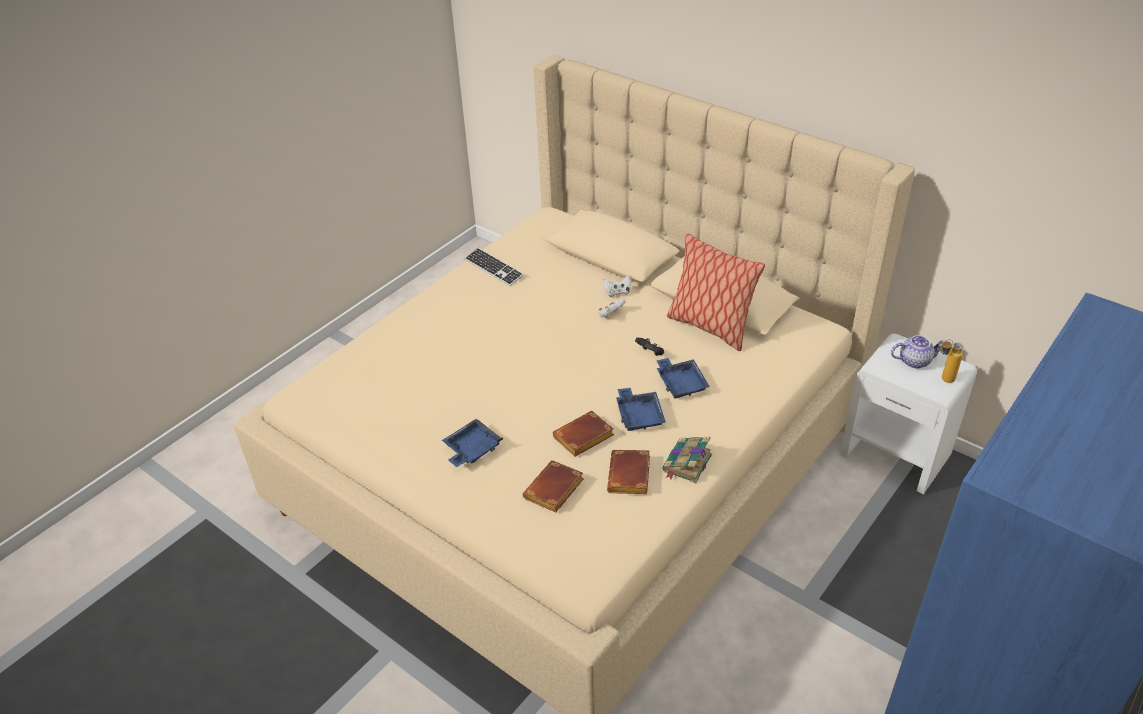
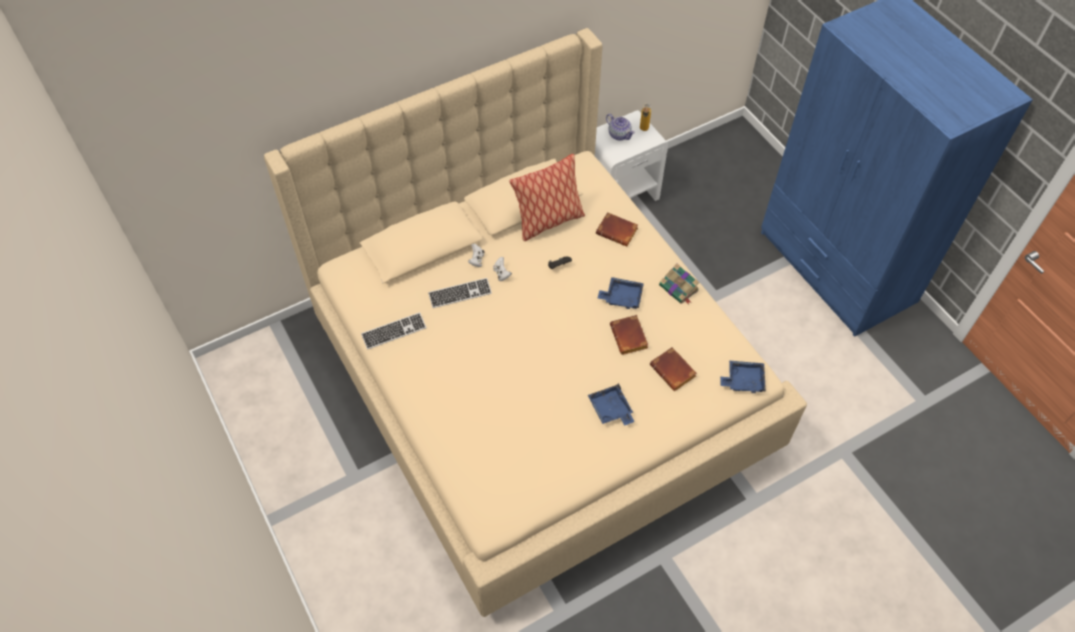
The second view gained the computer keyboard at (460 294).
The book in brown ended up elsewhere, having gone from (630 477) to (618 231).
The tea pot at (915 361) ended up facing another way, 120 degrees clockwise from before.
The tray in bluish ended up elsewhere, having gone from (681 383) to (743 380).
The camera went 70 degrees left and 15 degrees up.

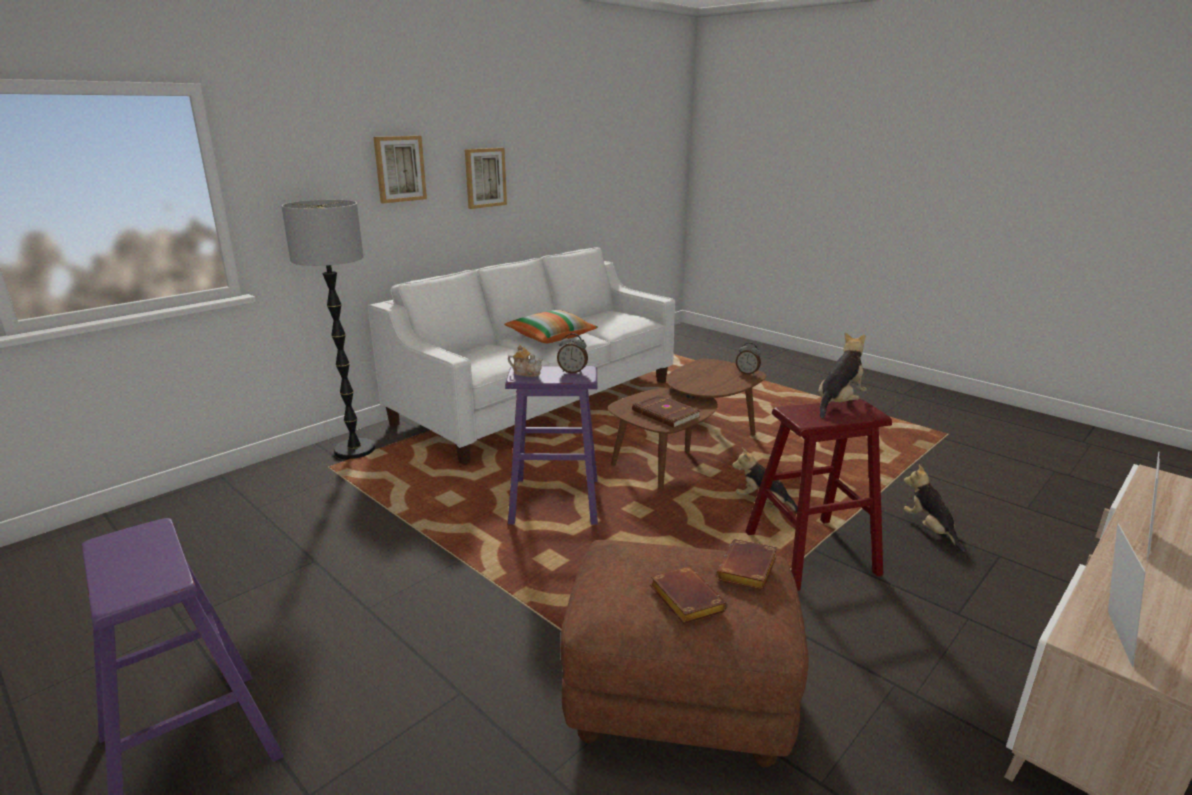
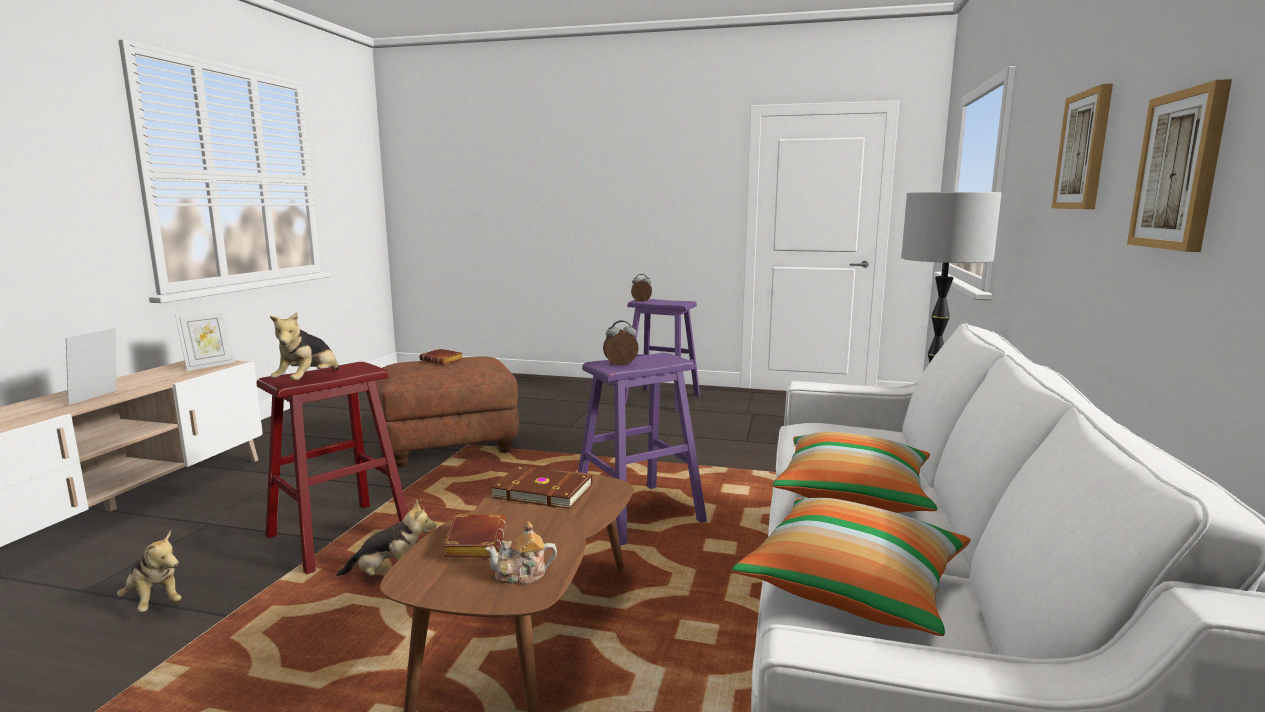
The standing frame at (1109 635) ended up facing another way, 135 degrees counterclockwise from before.
The book in brown ended up elsewhere, having gone from (748 571) to (473 541).
The tea pot ended up elsewhere, having gone from (526 373) to (522 575).
The alarm clock ended up elsewhere, having gone from (747 373) to (641 301).
The second view gained the cushion at (853 586).
The camera went 150 degrees right and 10 degrees down.

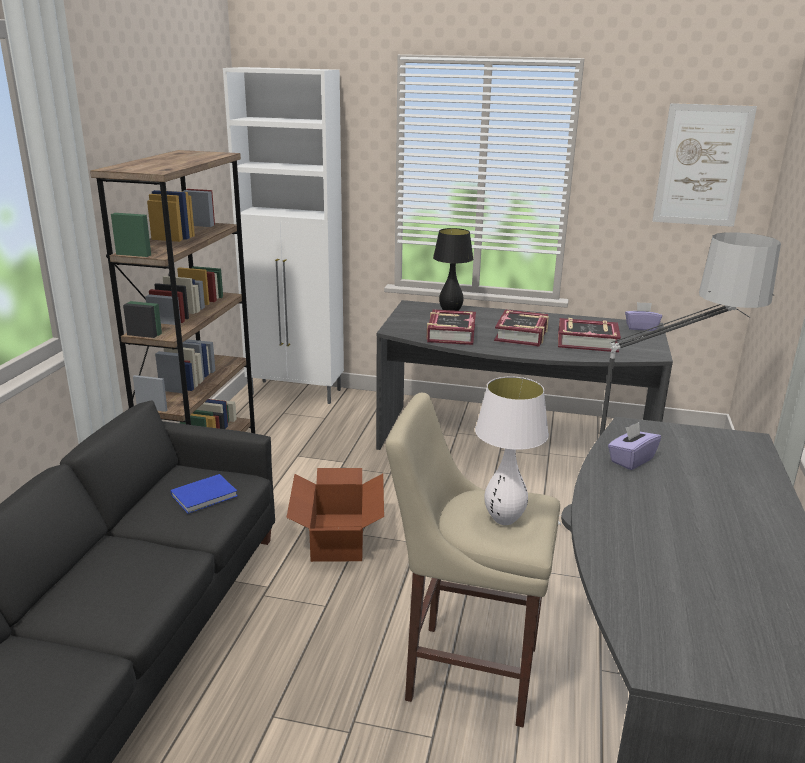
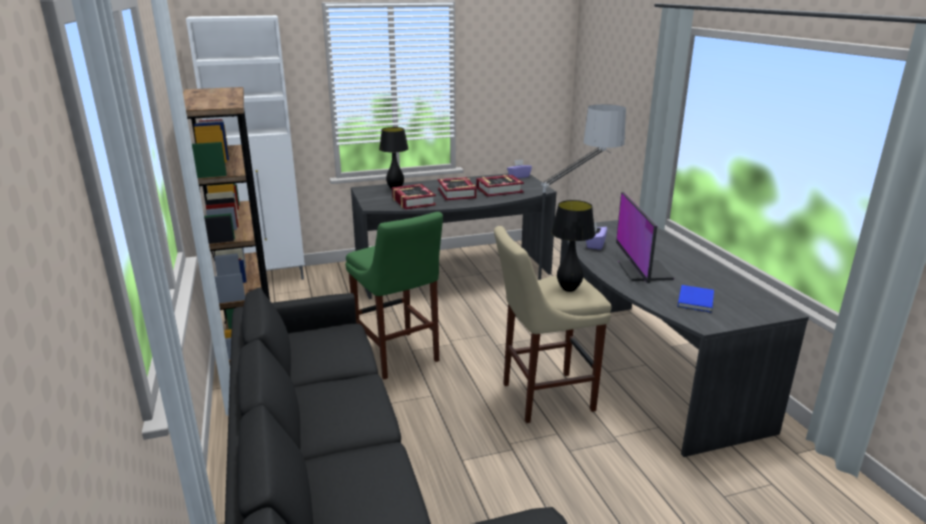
Where the cardboard box stood at (337 537), the sitting stool in green came to stand at (398 357).
What was the tabletop lamp in white at (503 520) turned into the tabletop lamp in black-coloured at (568 289).
The second view gained the monitor at (643 271).
The book in bluish ended up elsewhere, having gone from (206 496) to (696 300).
The second view lost the picture at (702 166).
The camera went 30 degrees left and 0 degrees up.

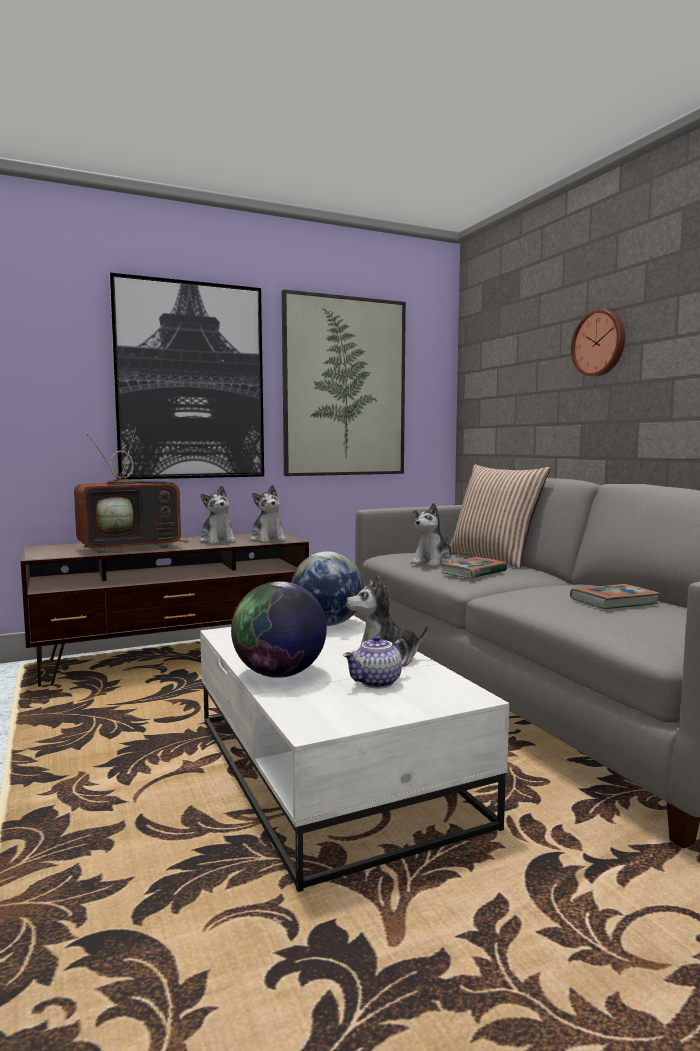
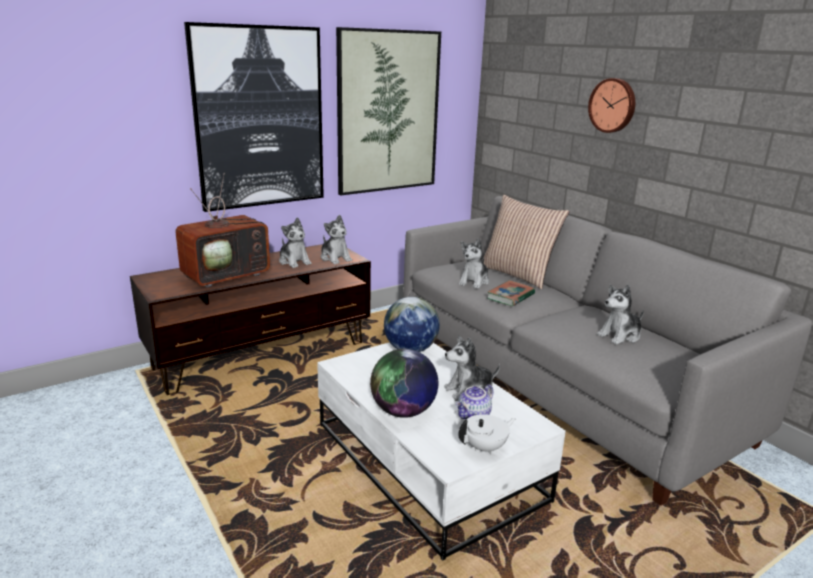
The second view gained the tea pot in white at (485 447).
Where the book stood at (614 602), the plush toy came to stand at (620 335).
The camera went 10 degrees left and 15 degrees up.

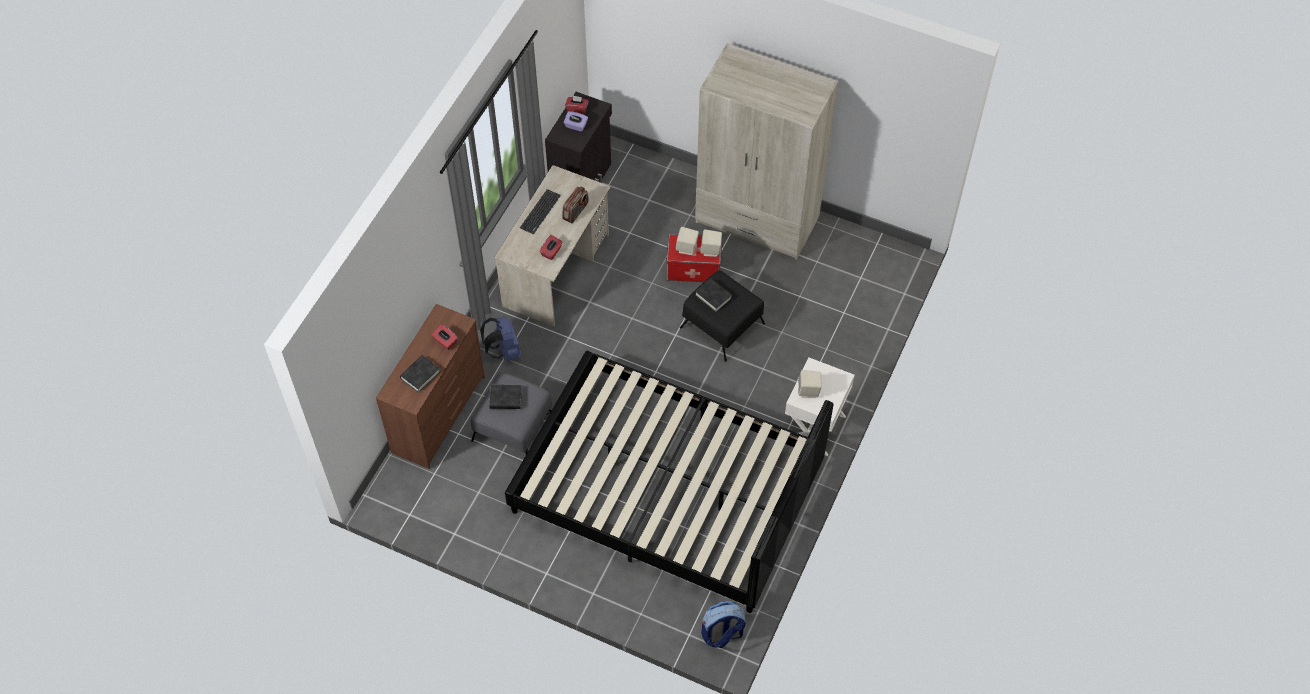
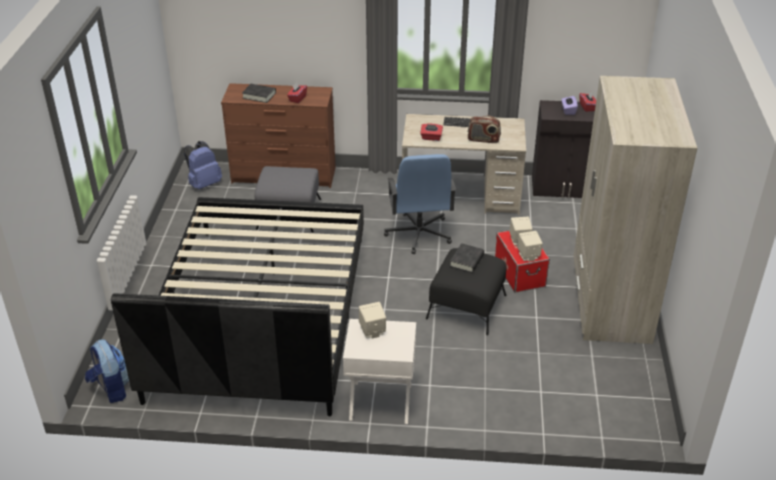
The backpack in bluish ended up elsewhere, having gone from (504 351) to (204 184).
The second view gained the computer chair in bluish at (418 234).
The second view lost the book in black-coloured at (505 399).
The camera went 70 degrees right and 20 degrees down.

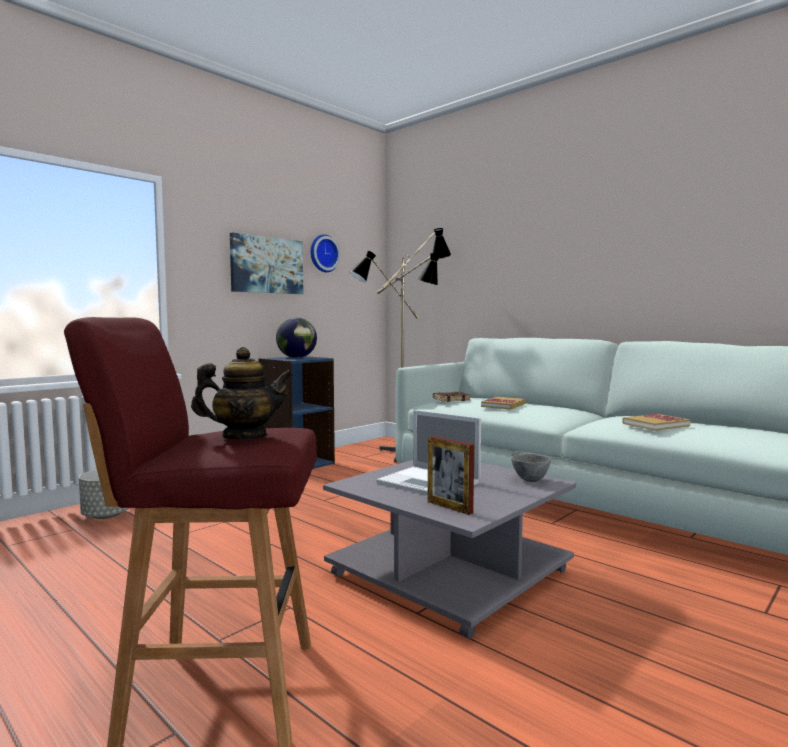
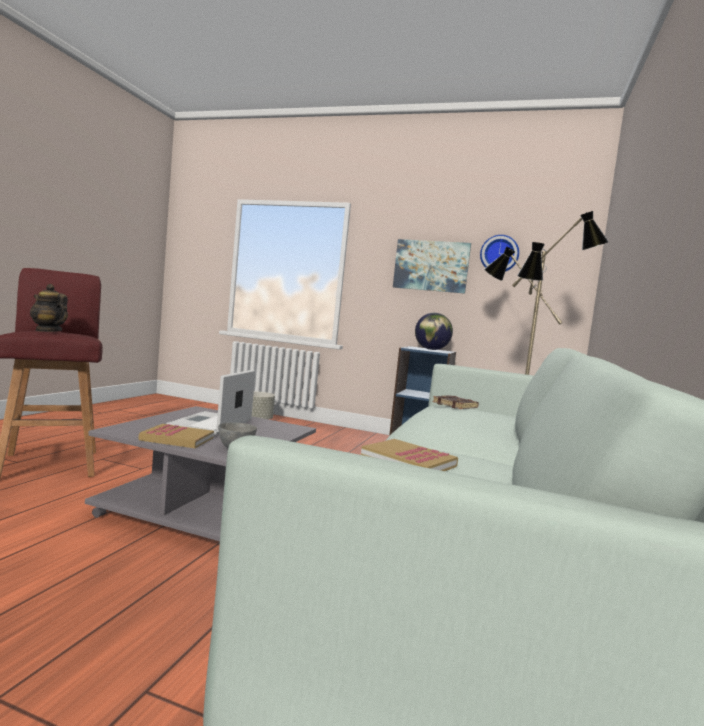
The tea pot at (244 437) ended up facing another way, 150 degrees clockwise from before.
The book ended up elsewhere, having gone from (503 405) to (177 439).
The second view lost the standing frame at (449 507).
The camera went 65 degrees right and 0 degrees up.

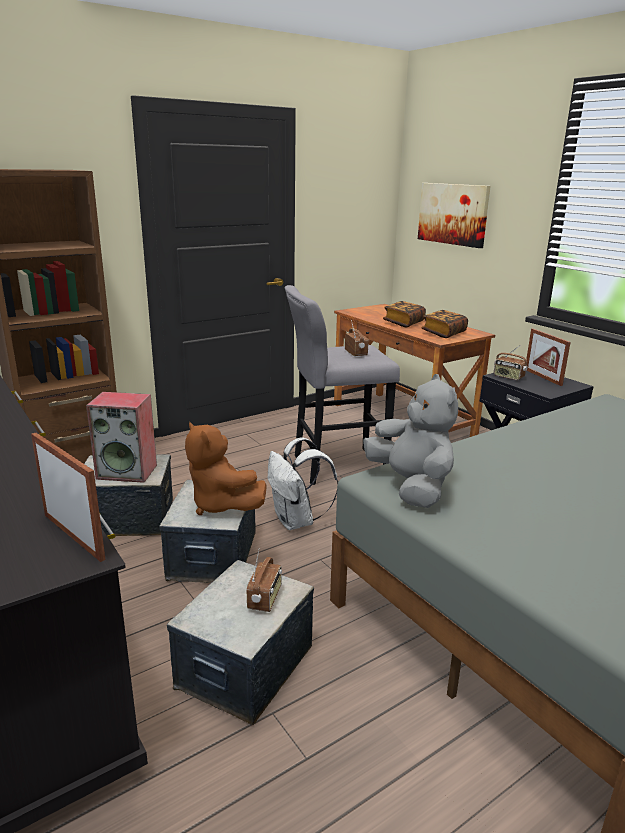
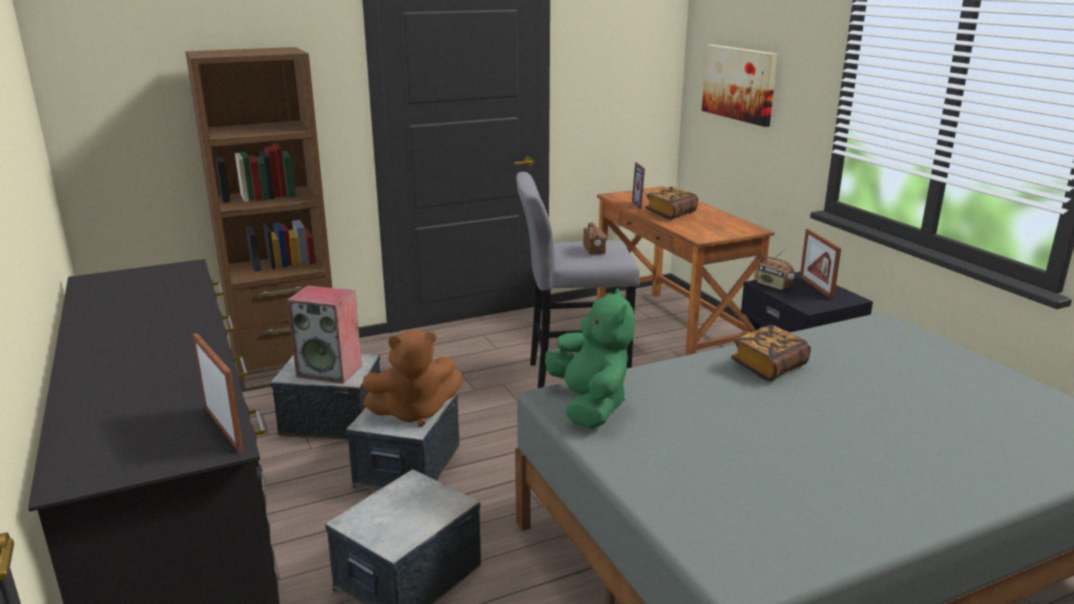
The plush toy in brown at (221 505) ended up facing another way, 75 degrees counterclockwise from before.
What was the plush toy in grey at (411 486) turned into the plush toy in green at (589 405).
The second view gained the standing frame at (643 205).
The book ended up elsewhere, having gone from (443 333) to (769 366).
The second view lost the radio receiver at (265 599).
The second view lost the backpack in white at (297 521).
The camera went 10 degrees right and 0 degrees up.

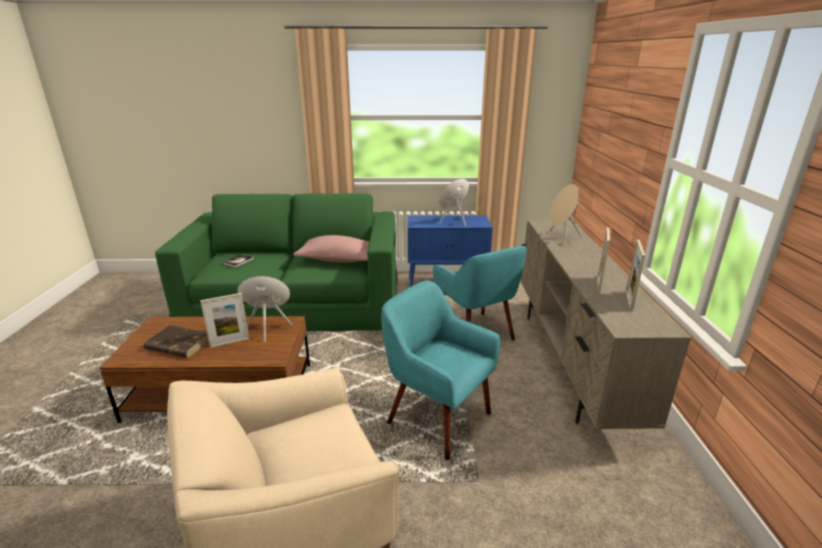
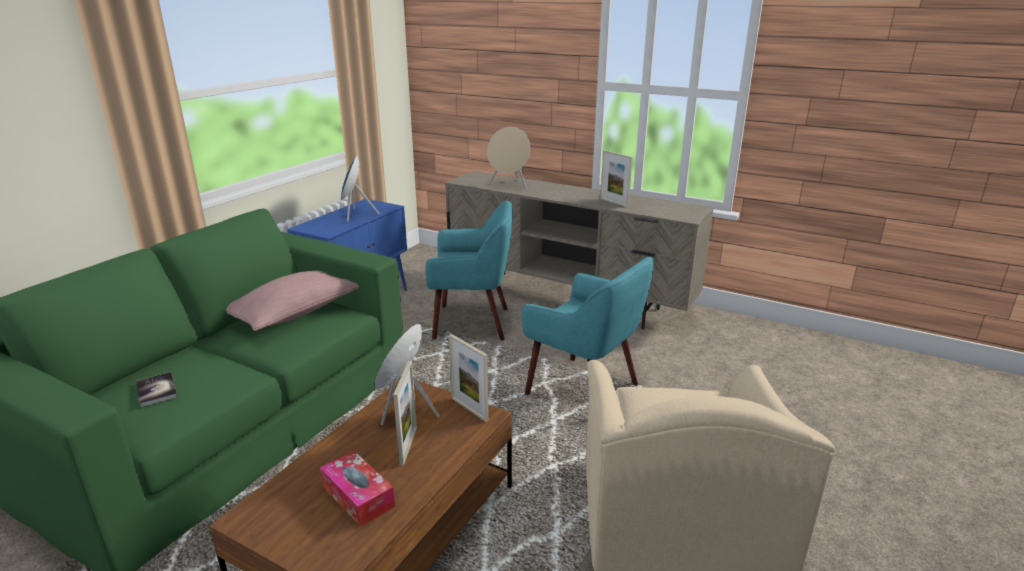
Where the book in brown stood at (178 344), the tissue box came to stand at (358 496).
The standing frame ended up elsewhere, having gone from (629 300) to (469 409).
The easy chair in turquoise at (437 418) ended up facing another way, 120 degrees counterclockwise from before.
The camera went 60 degrees left and 0 degrees up.

